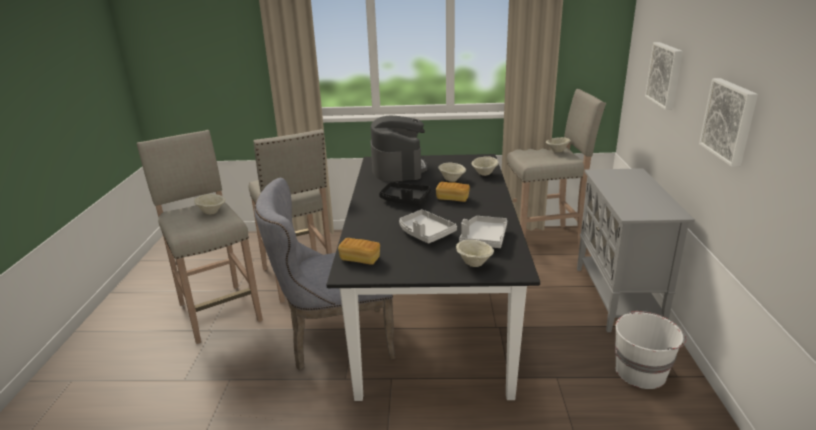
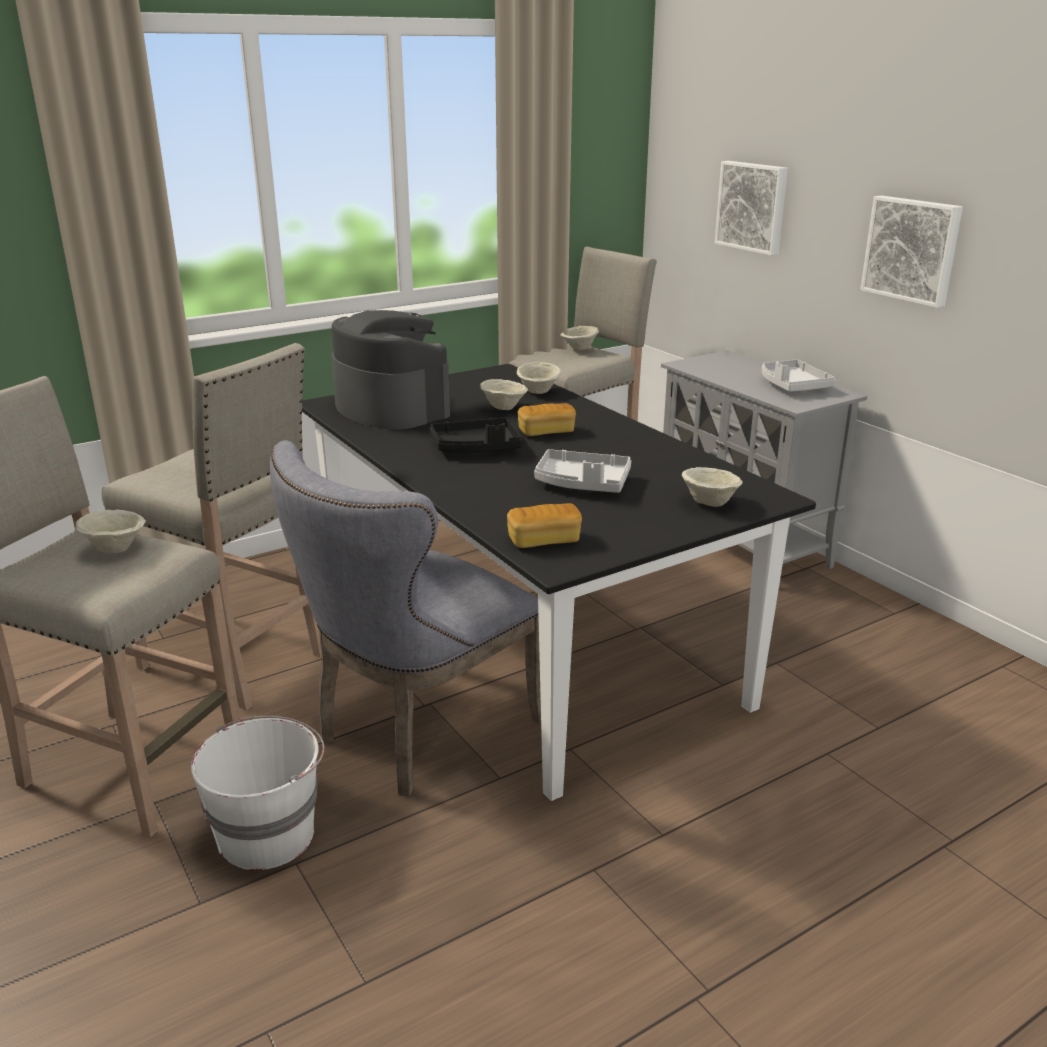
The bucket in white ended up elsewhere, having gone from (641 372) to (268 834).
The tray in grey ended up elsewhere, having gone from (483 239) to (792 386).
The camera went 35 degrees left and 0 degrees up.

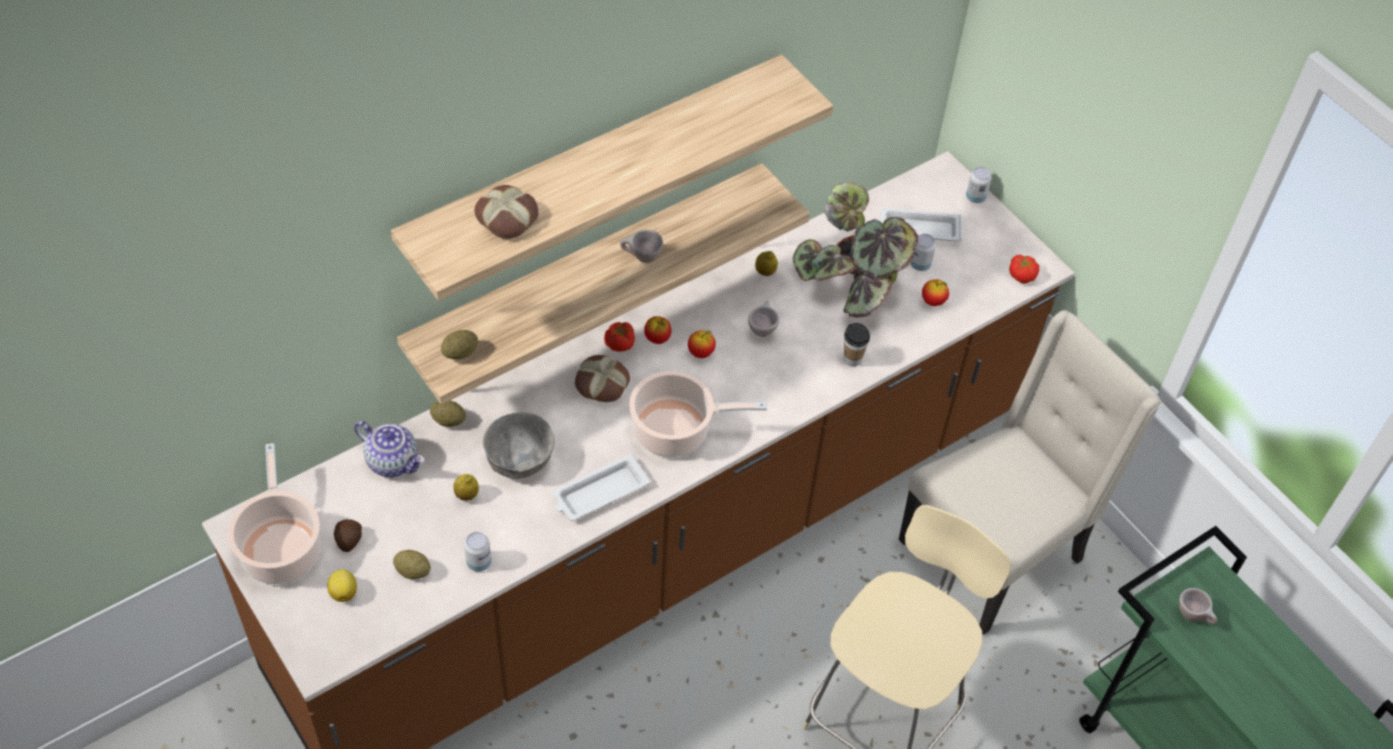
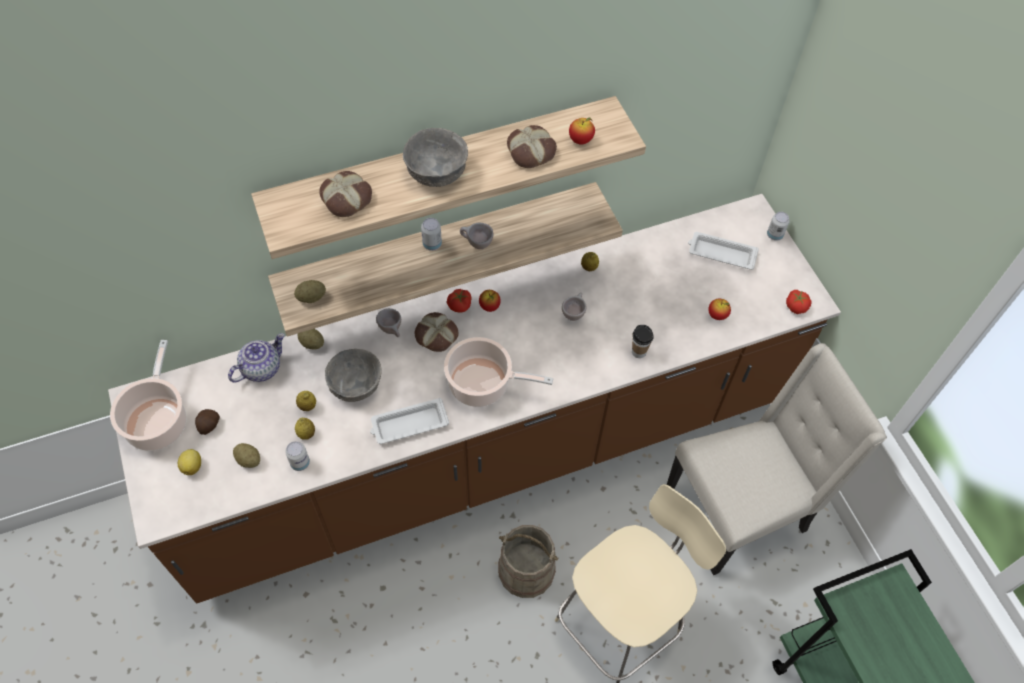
The tea pot at (393 461) ended up facing another way, 90 degrees counterclockwise from before.
The second view gained the whole lemon at (306 433).
The drinking cup in beige ended up elsewhere, having gone from (1193 616) to (392 331).
The second view gained the bowl in grey at (437 173).
The can ended up elsewhere, having gone from (920 264) to (432 244).
The second view gained the bucket in beige at (526 569).
The second view gained the baked bread at (531 151).
The apple fruit ended up elsewhere, having gone from (701 353) to (580 140).
The second view lost the houseplant at (853 283).
The camera went 15 degrees right and 5 degrees up.

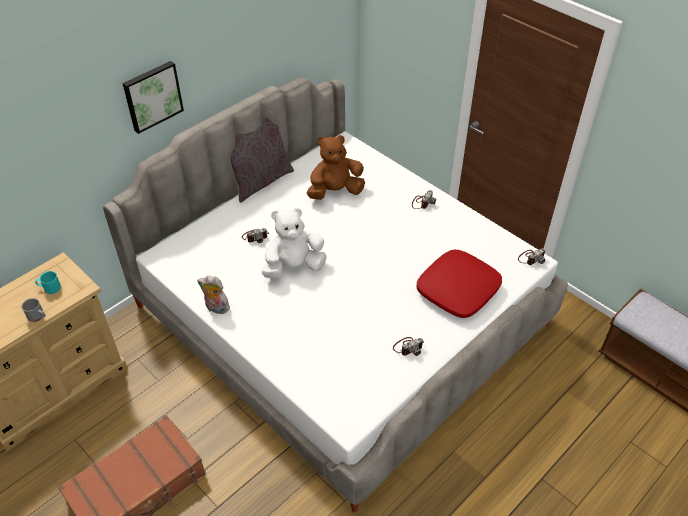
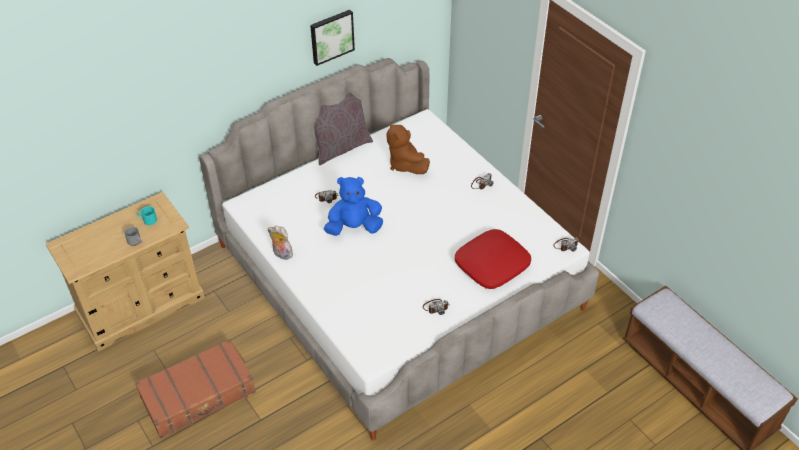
The picture ended up elsewhere, having gone from (152 96) to (331 36).
What was the plush toy in white at (294 267) turned into the plush toy in bluish at (354 227).
The plush toy in brown at (335 191) ended up facing another way, 105 degrees counterclockwise from before.
The camera went 10 degrees right and 0 degrees up.

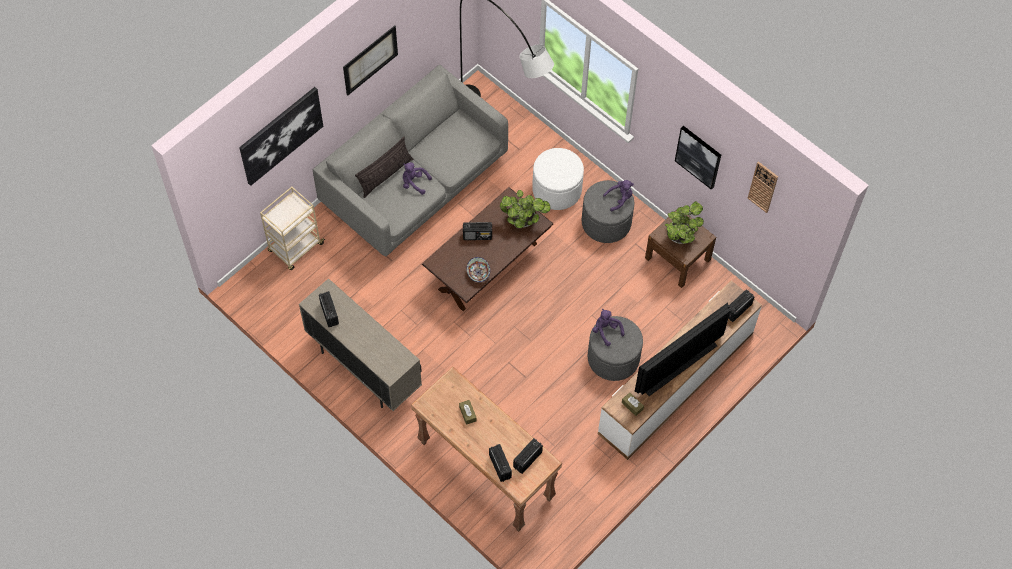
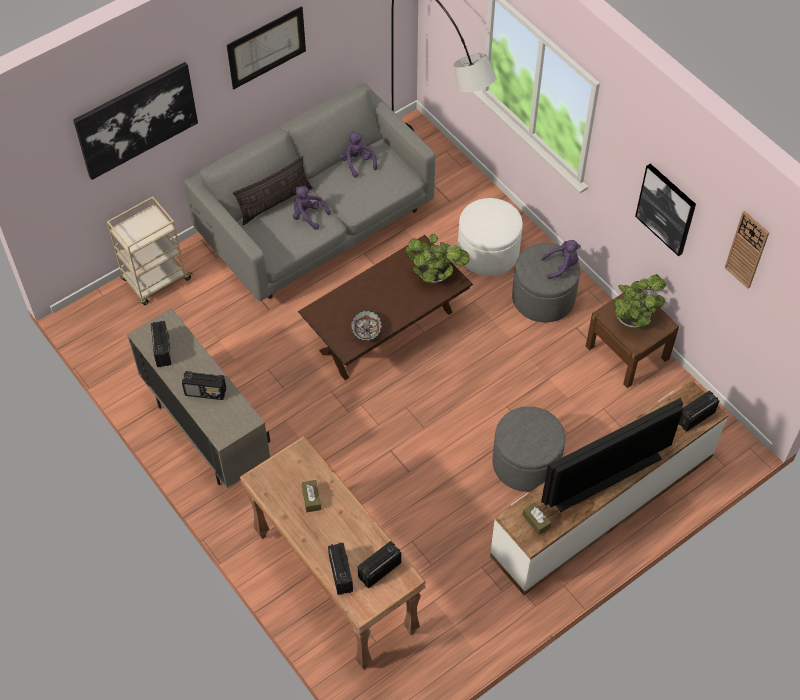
The radio receiver ended up elsewhere, having gone from (477 235) to (206 392).
The plush toy in purple-coloured ended up elsewhere, having gone from (606 331) to (357 163).
The camera went 10 degrees right and 5 degrees down.

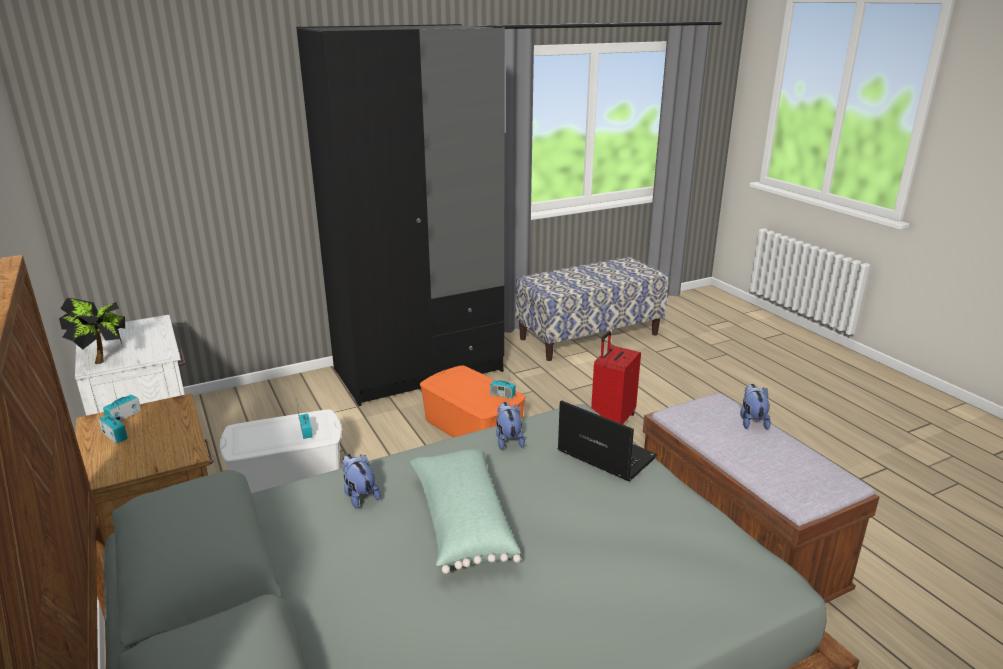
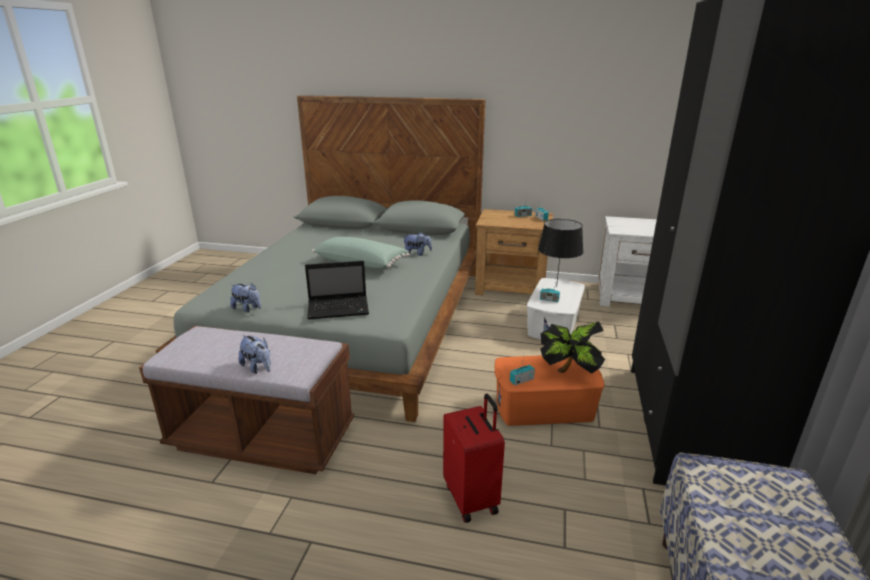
The plush toy ended up elsewhere, having gone from (508 440) to (248 309).
The second view gained the tabletop lamp in black-coloured at (556 286).
The houseplant ended up elsewhere, having gone from (102 358) to (569 373).
The camera went 130 degrees right and 0 degrees up.

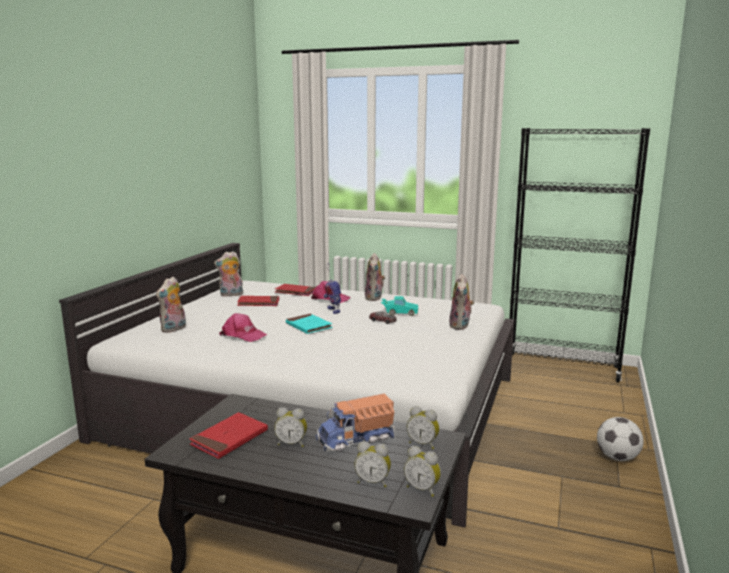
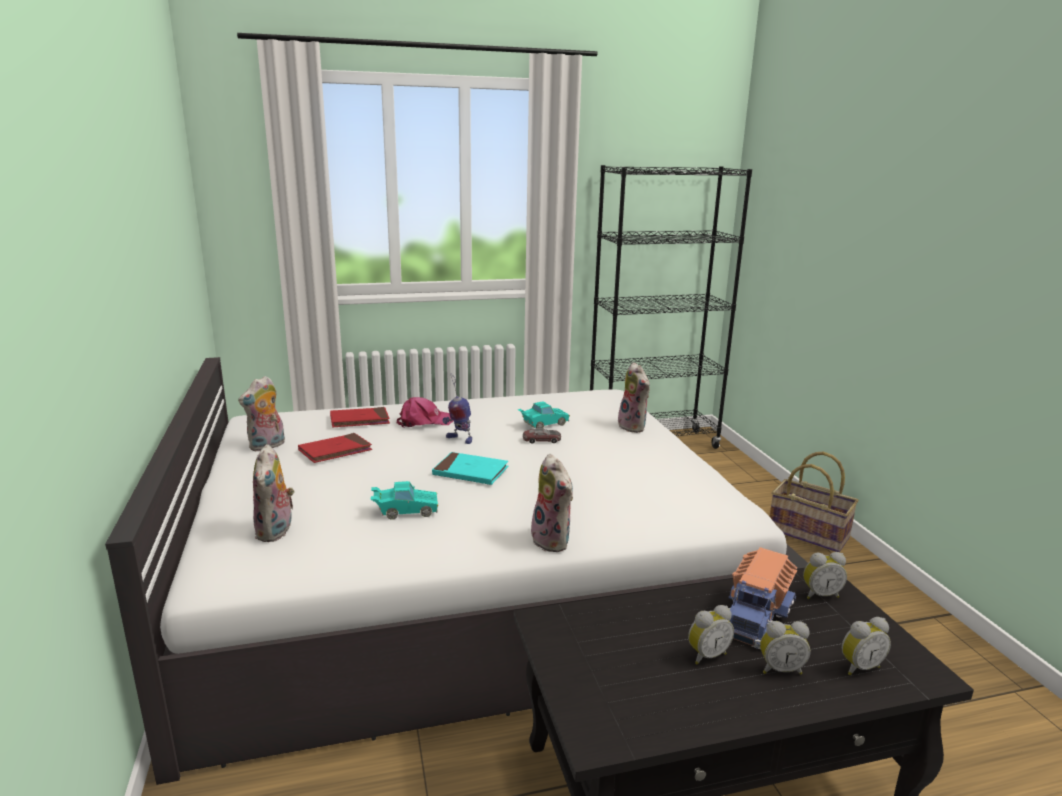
Where the peaked cap in pink stood at (243 335), the toy car in turquoise came to stand at (405 511).
The plush toy ended up elsewhere, having gone from (374 298) to (554 541).
The alarm clock ended up elsewhere, having gone from (422 489) to (780 669).
Where the ball for football stood at (617 458), the storage basket came to stand at (809 533).
The second view lost the book in reddish at (229 438).
The camera went 35 degrees left and 5 degrees up.

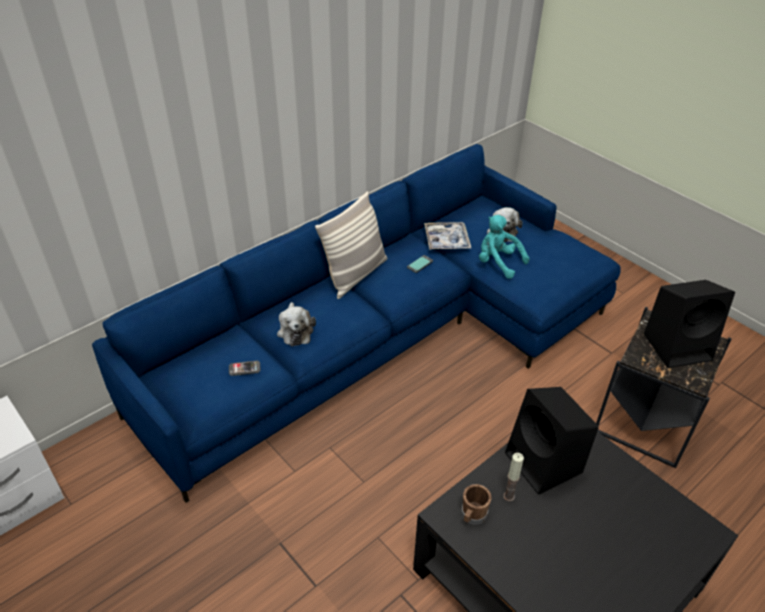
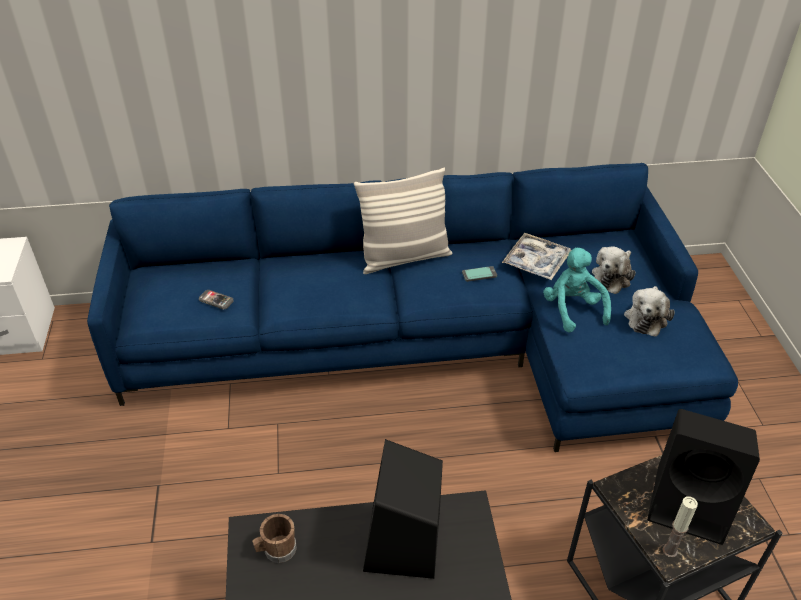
The plush toy ended up elsewhere, having gone from (295 330) to (646 317).
The wax candle ended up elsewhere, having gone from (509 496) to (670 551).
The camera went 35 degrees right and 0 degrees up.

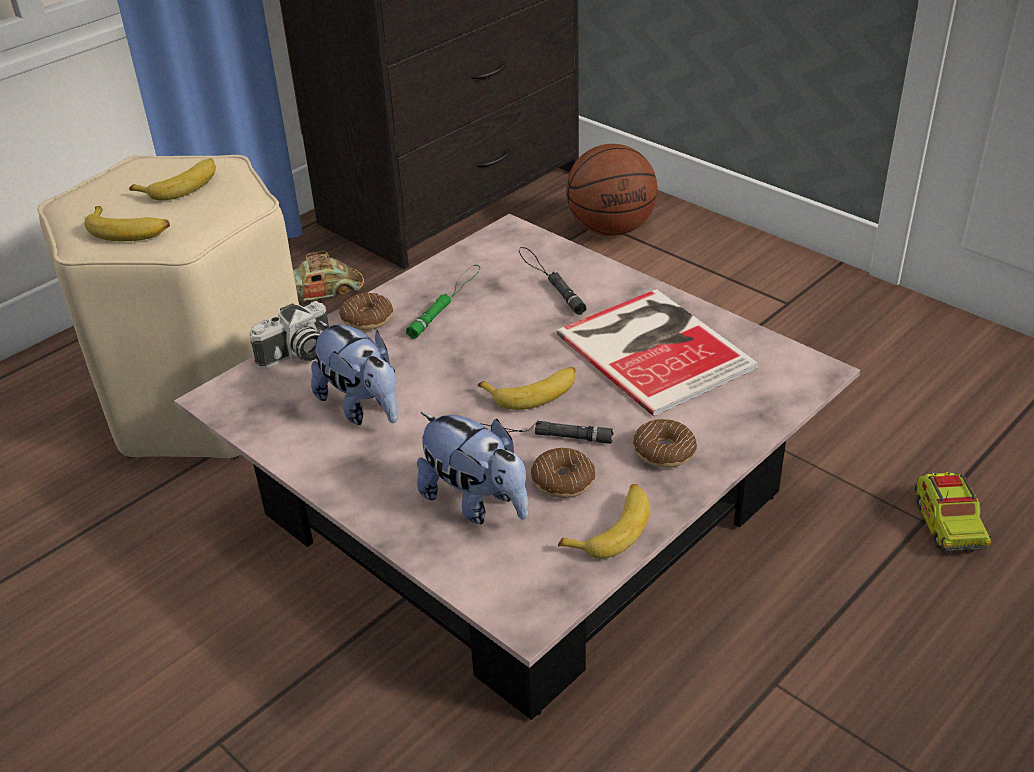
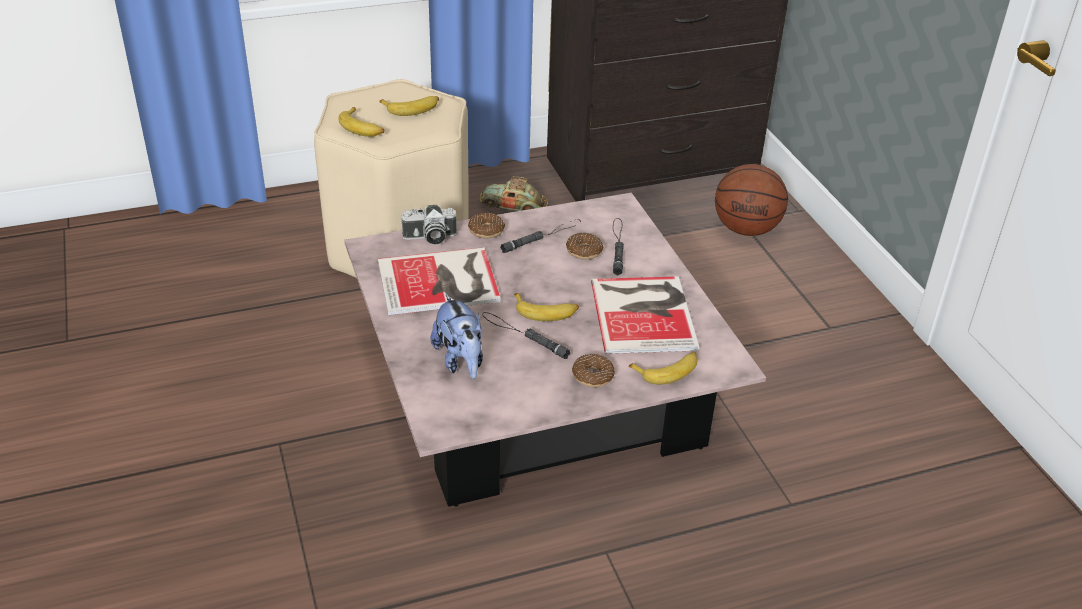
Where the plush toy stood at (362 407), the book came to stand at (441 282).
What was the flashlight in green at (446 301) turned into the flashlight in black-coloured at (542 236).
The donut ended up elsewhere, having gone from (563 481) to (584 251).
The whole banana ended up elsewhere, having gone from (612 528) to (667 371).
The second view lost the toy lorry at (947 524).
The camera went 25 degrees right and 0 degrees up.

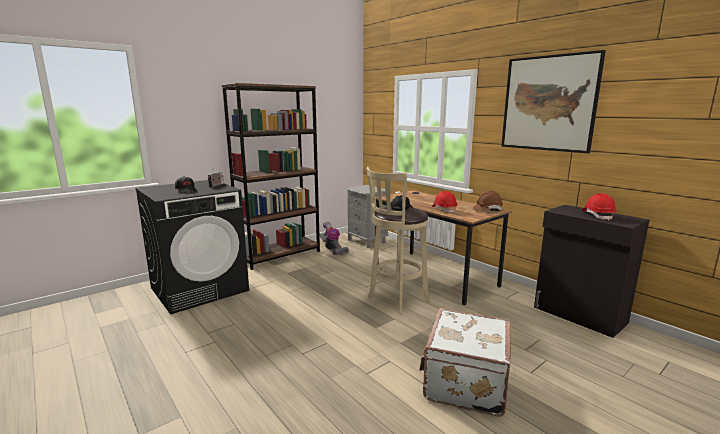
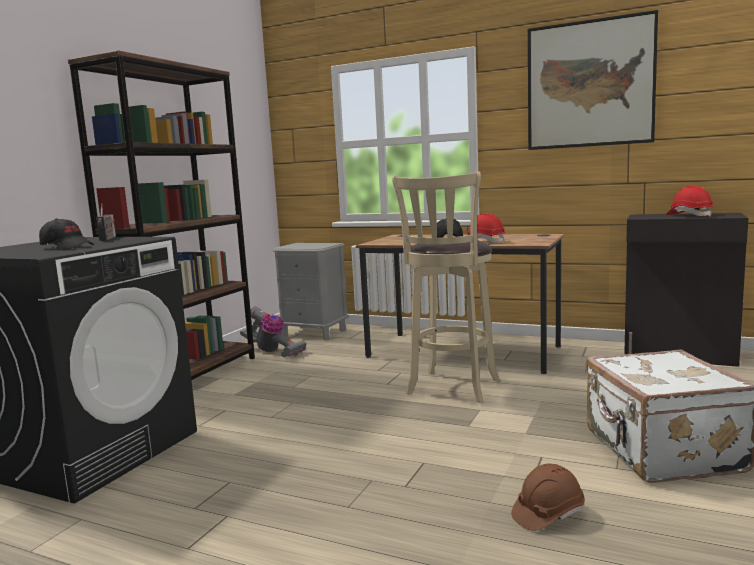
The work helmet in brown ended up elsewhere, having gone from (487 209) to (547 514).
The camera went 25 degrees left and 5 degrees down.

